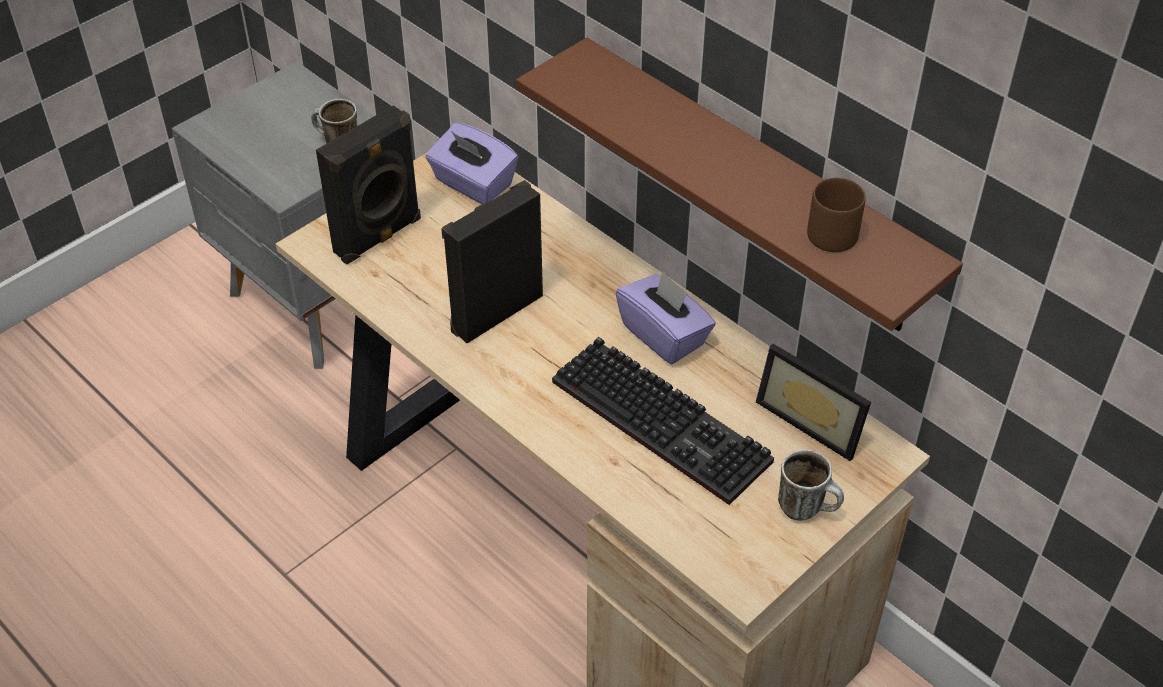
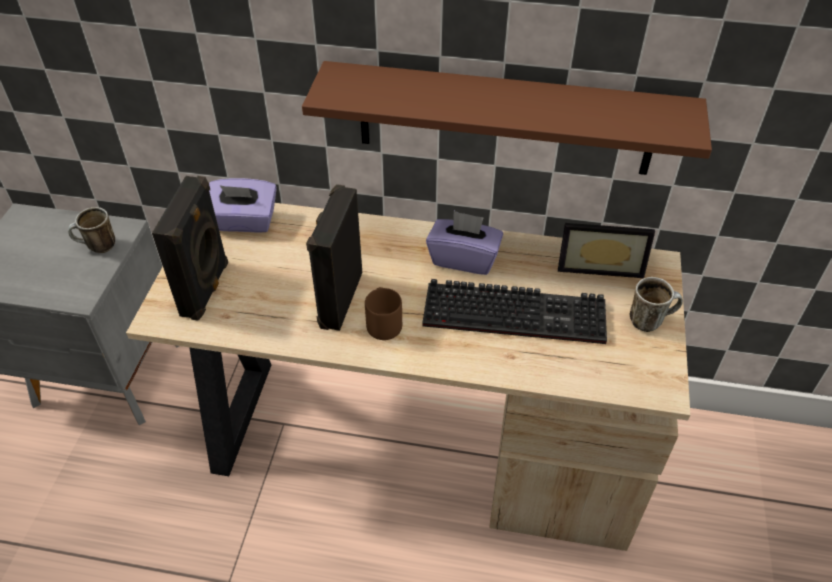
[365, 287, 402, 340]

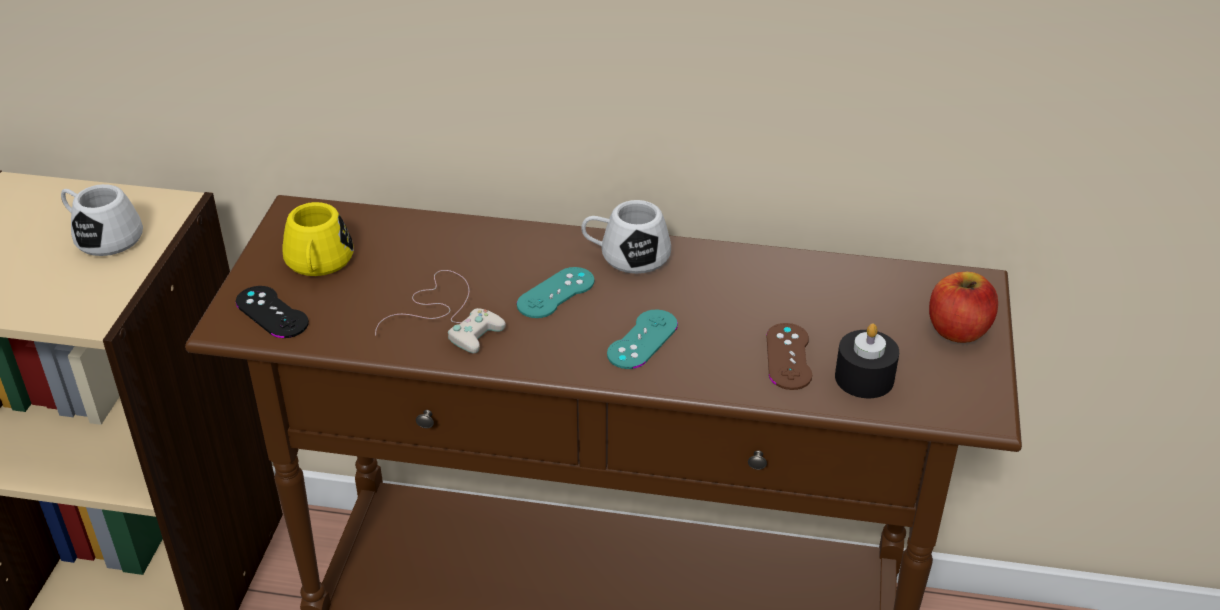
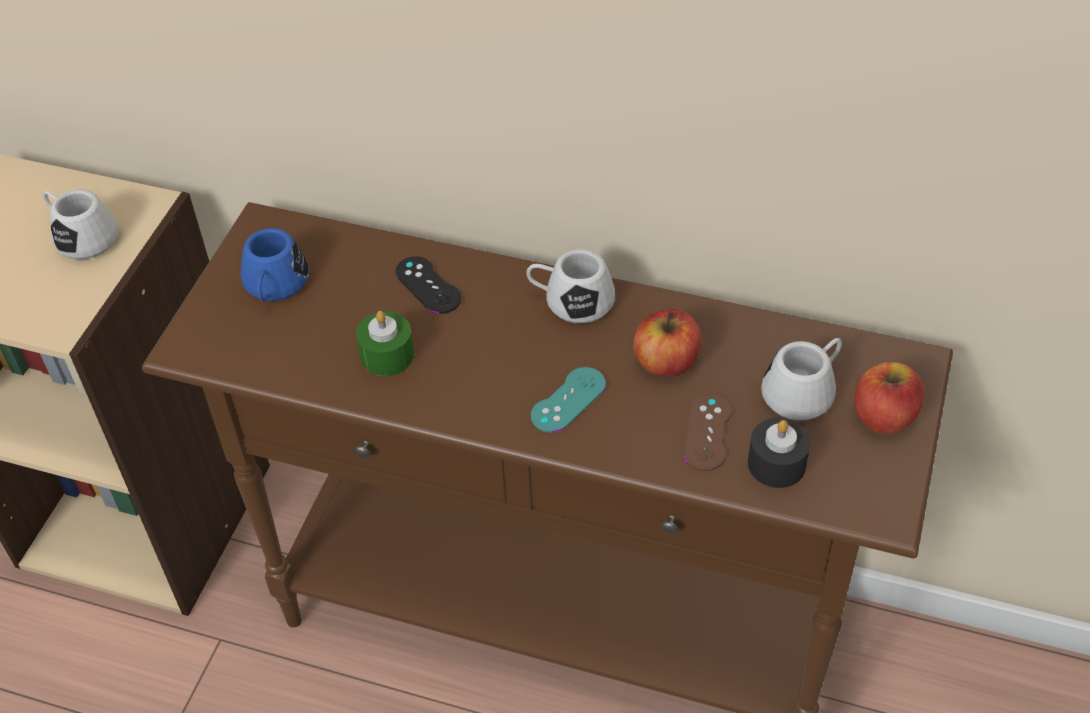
[241, 228, 309, 302]
[516, 267, 594, 318] (first image)
[356, 311, 414, 376]
[395, 256, 461, 314]
[633, 309, 702, 377]
[761, 338, 842, 421]

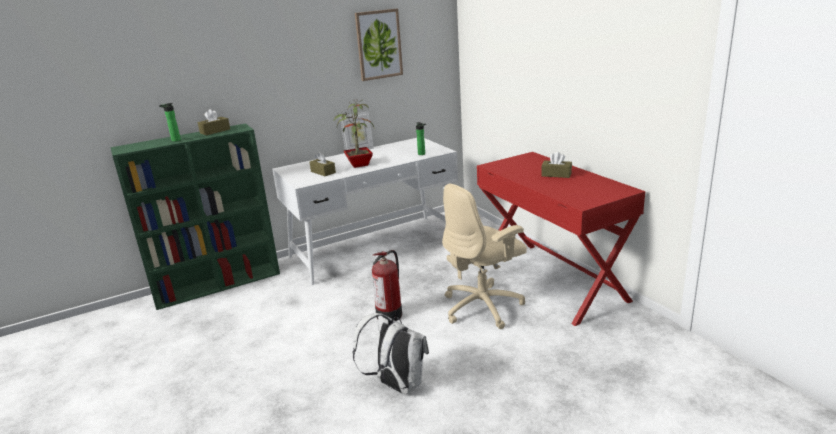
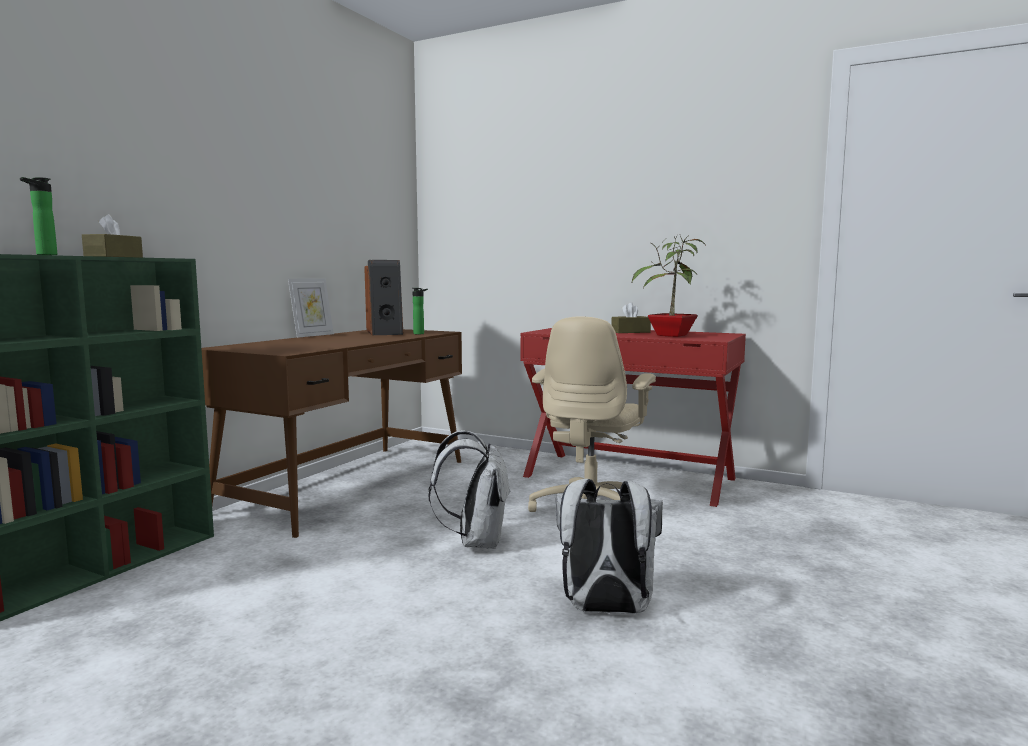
[355, 9, 403, 81] (first image)
[632, 235, 706, 337]
[201, 329, 462, 538]
[310, 152, 336, 176] (first image)
[428, 430, 510, 549]
[364, 260, 403, 335]

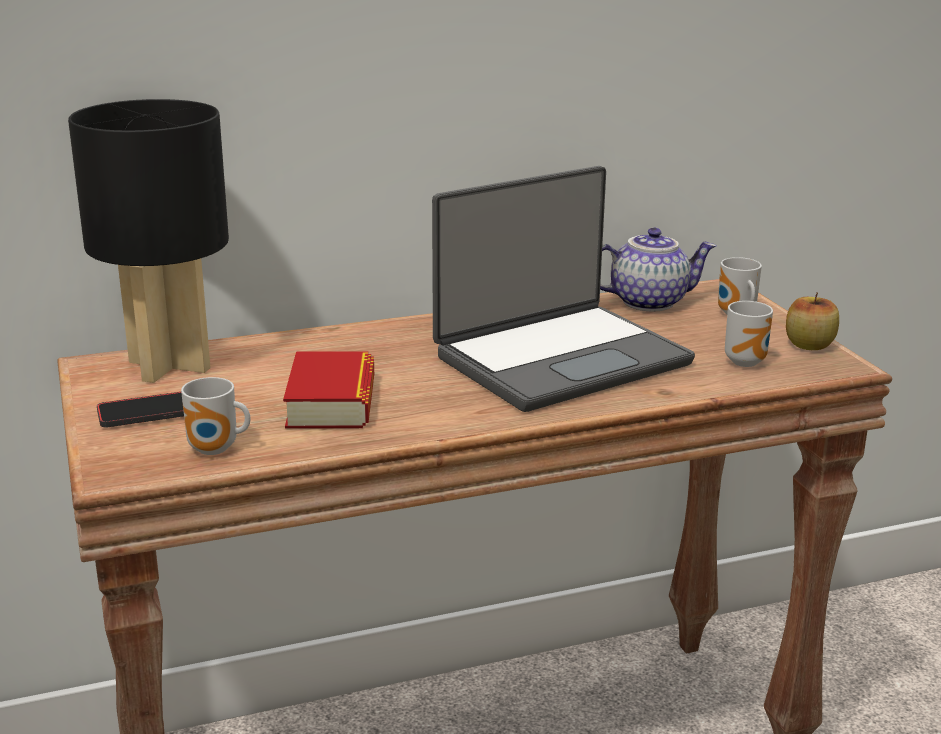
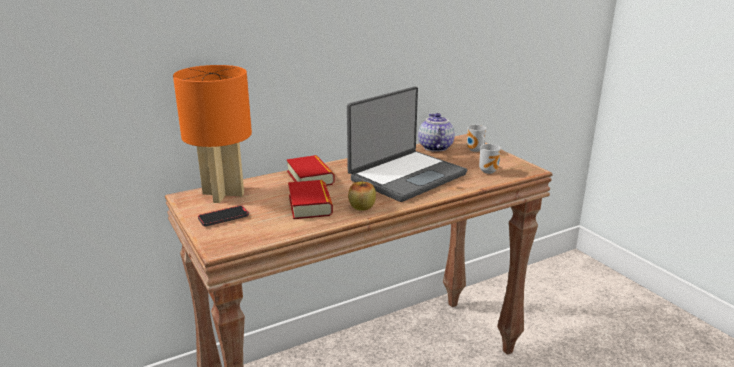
[173, 65, 252, 203]
[418, 113, 455, 152]
[348, 180, 376, 211]
[181, 377, 250, 455] (first image)
[286, 155, 335, 186]

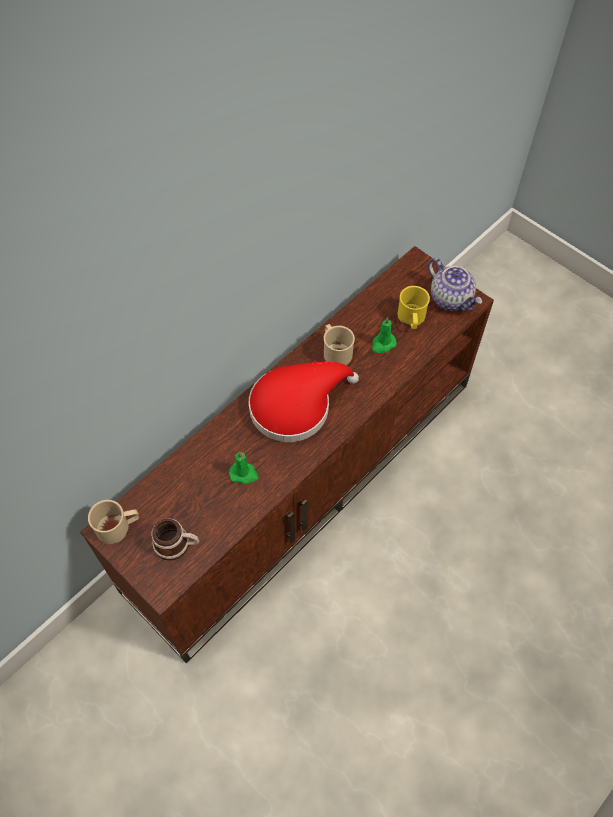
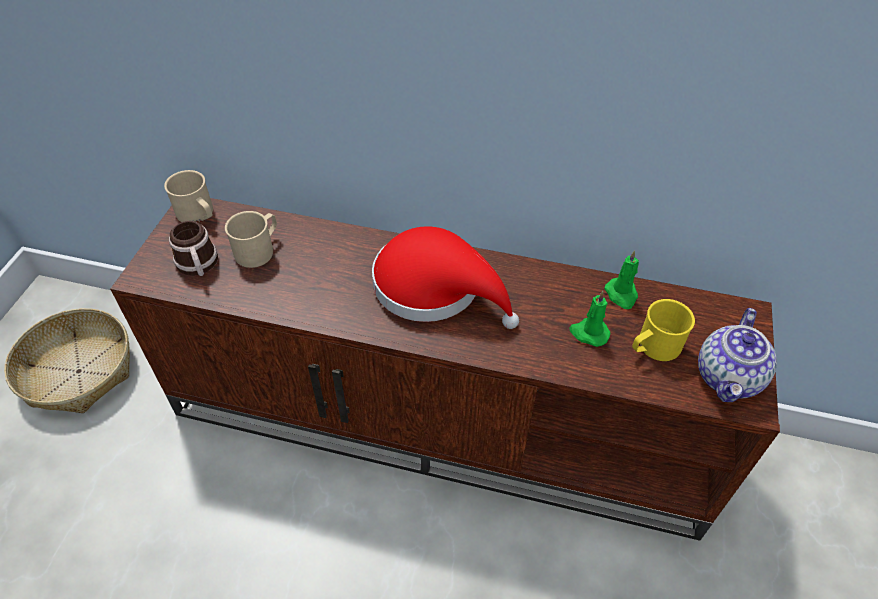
[225, 211, 277, 268]
[604, 250, 639, 309]
[4, 308, 130, 413]

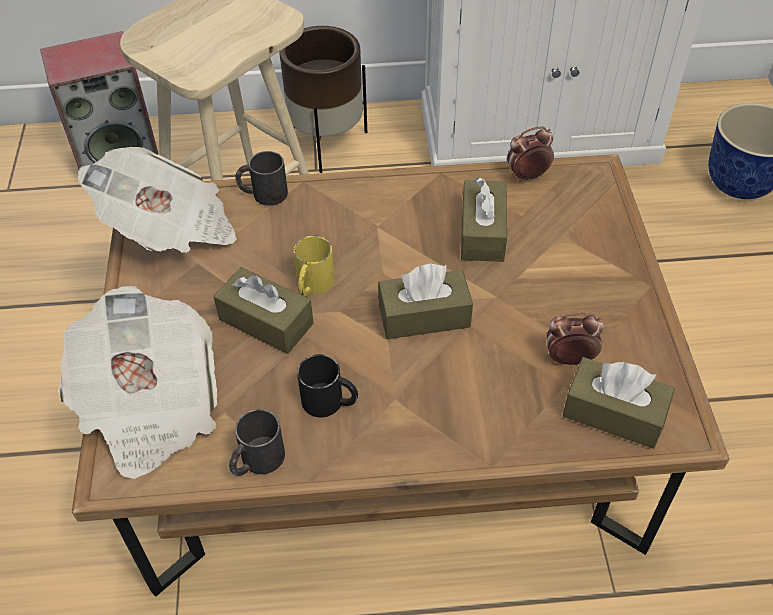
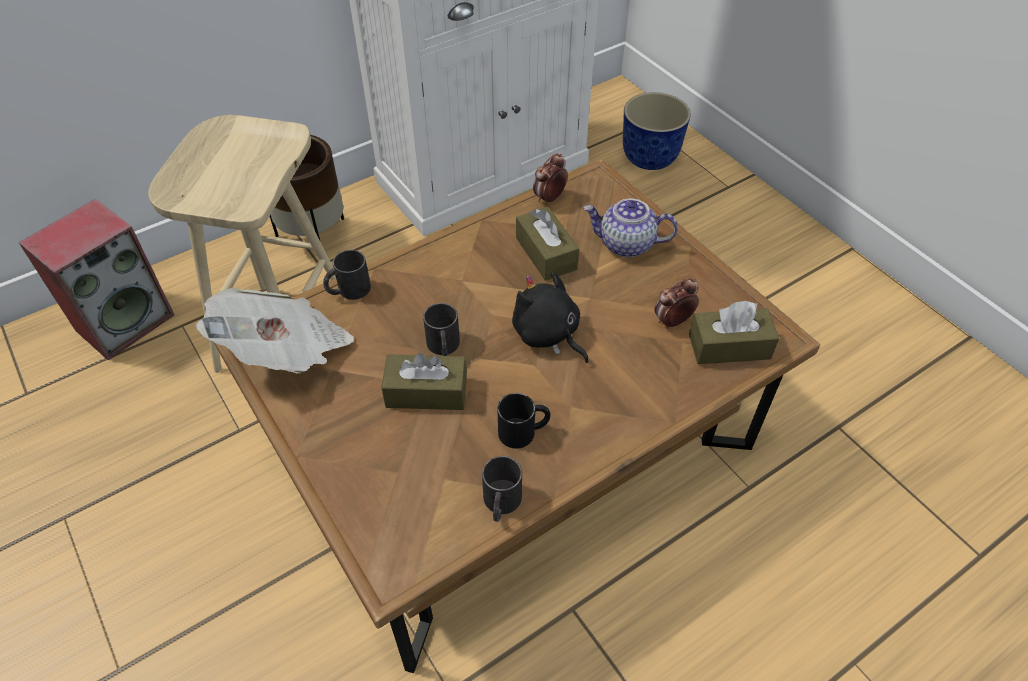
[423, 303, 460, 356]
[512, 271, 588, 363]
[58, 286, 217, 479] (first image)
[583, 198, 678, 257]

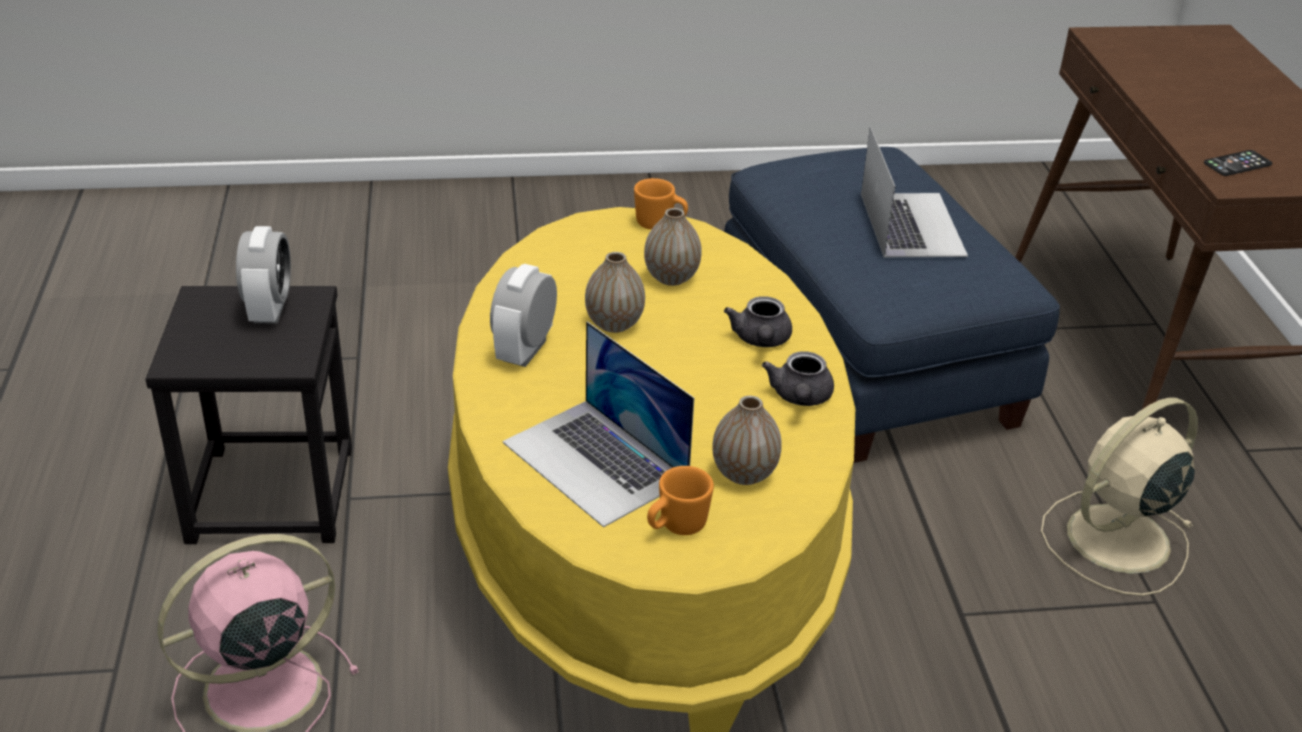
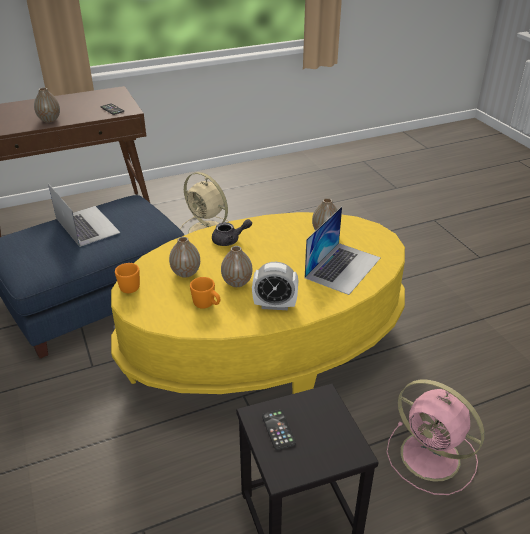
[48, 184, 120, 247]
[262, 410, 296, 450]
[762, 351, 834, 406] (first image)
[190, 277, 220, 309]
[34, 88, 60, 123]

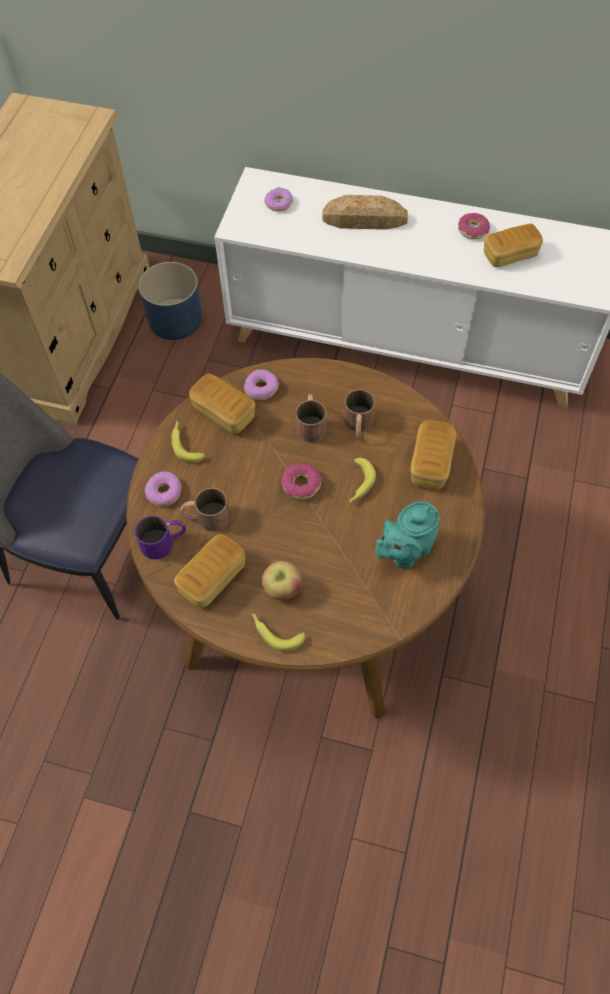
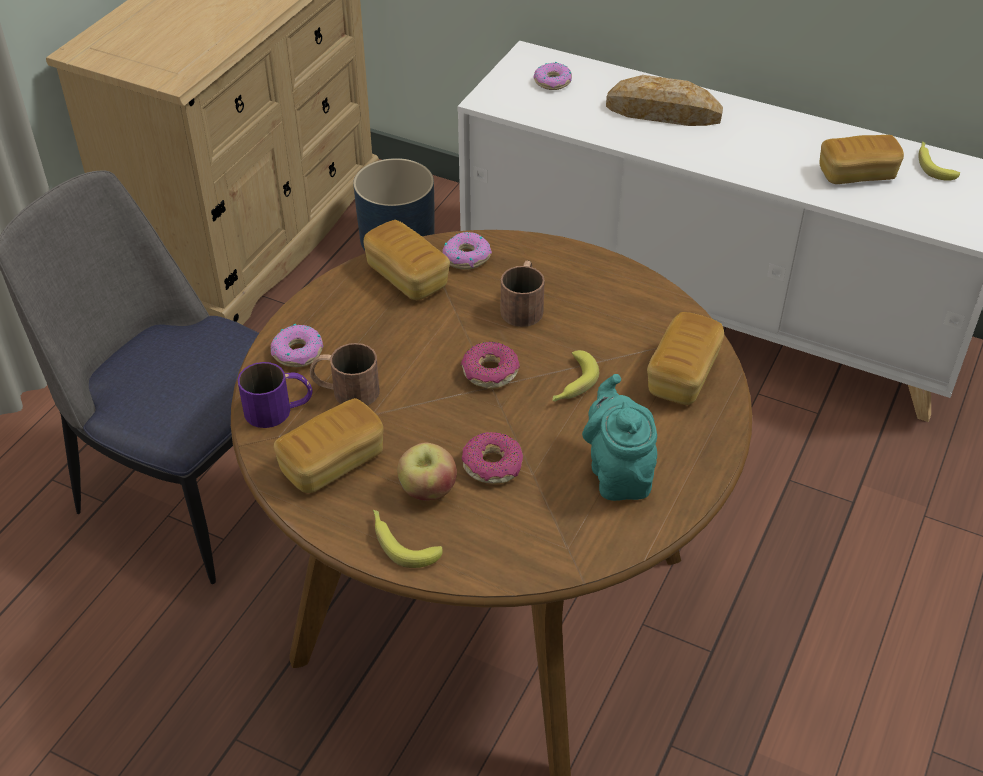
[462, 432, 523, 484]
[344, 389, 375, 439] (first image)
[918, 141, 960, 181]
[582, 374, 657, 501]

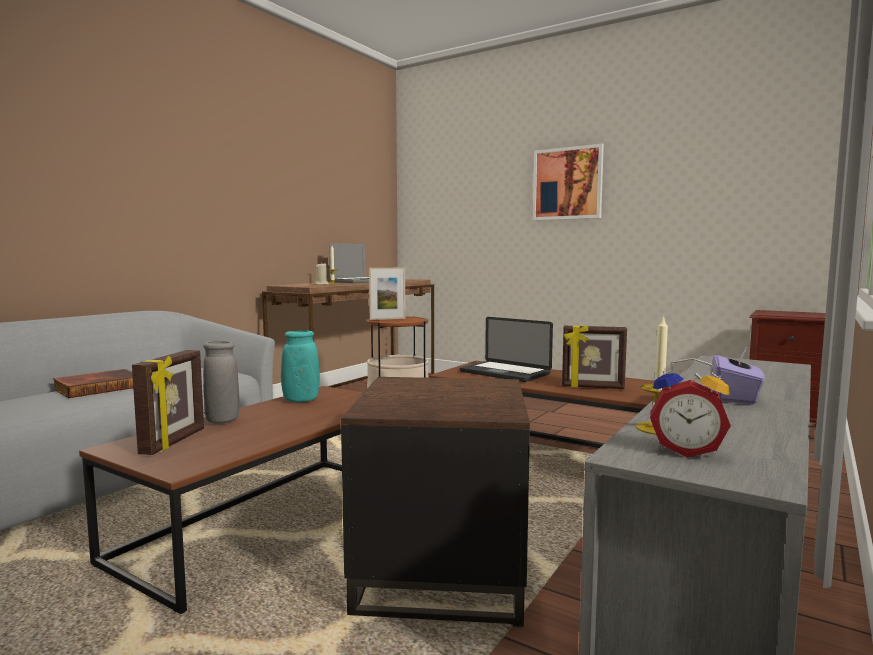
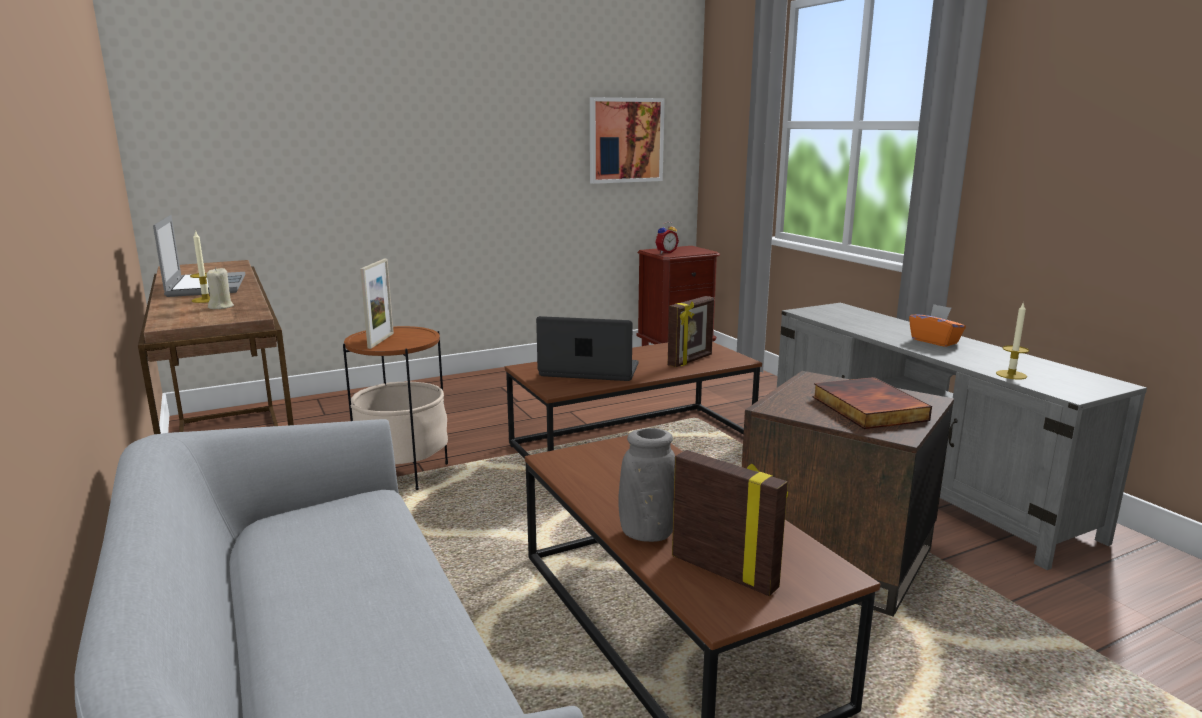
[590, 97, 665, 184]
[536, 316, 638, 381]
[281, 331, 320, 402] (first image)
[909, 304, 966, 347]
[655, 222, 679, 254]
[813, 377, 932, 429]

